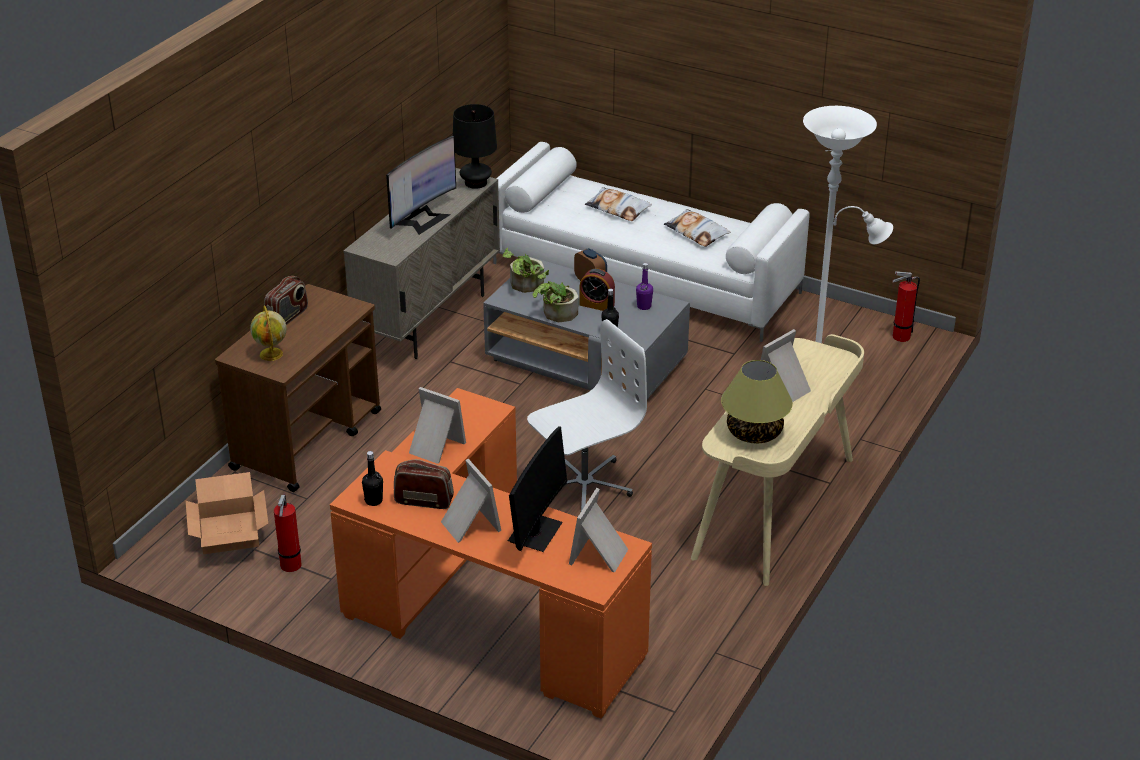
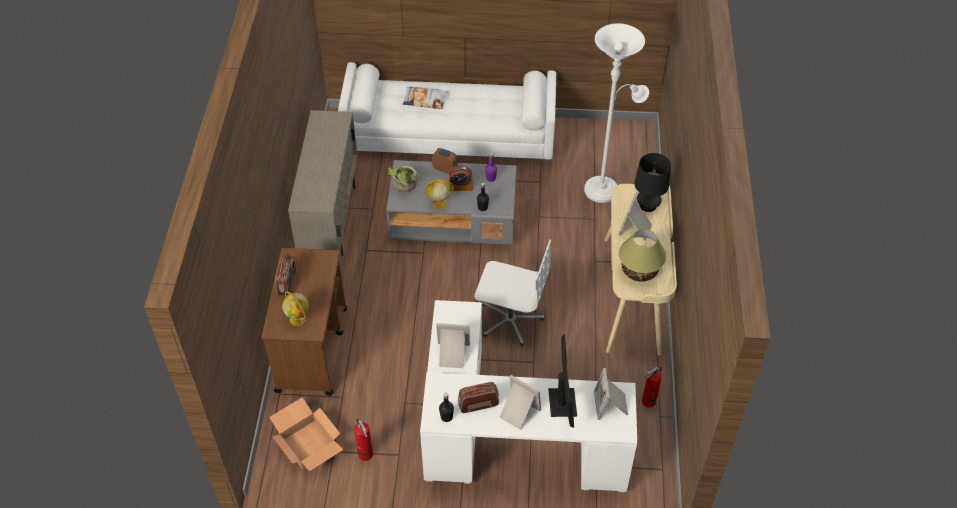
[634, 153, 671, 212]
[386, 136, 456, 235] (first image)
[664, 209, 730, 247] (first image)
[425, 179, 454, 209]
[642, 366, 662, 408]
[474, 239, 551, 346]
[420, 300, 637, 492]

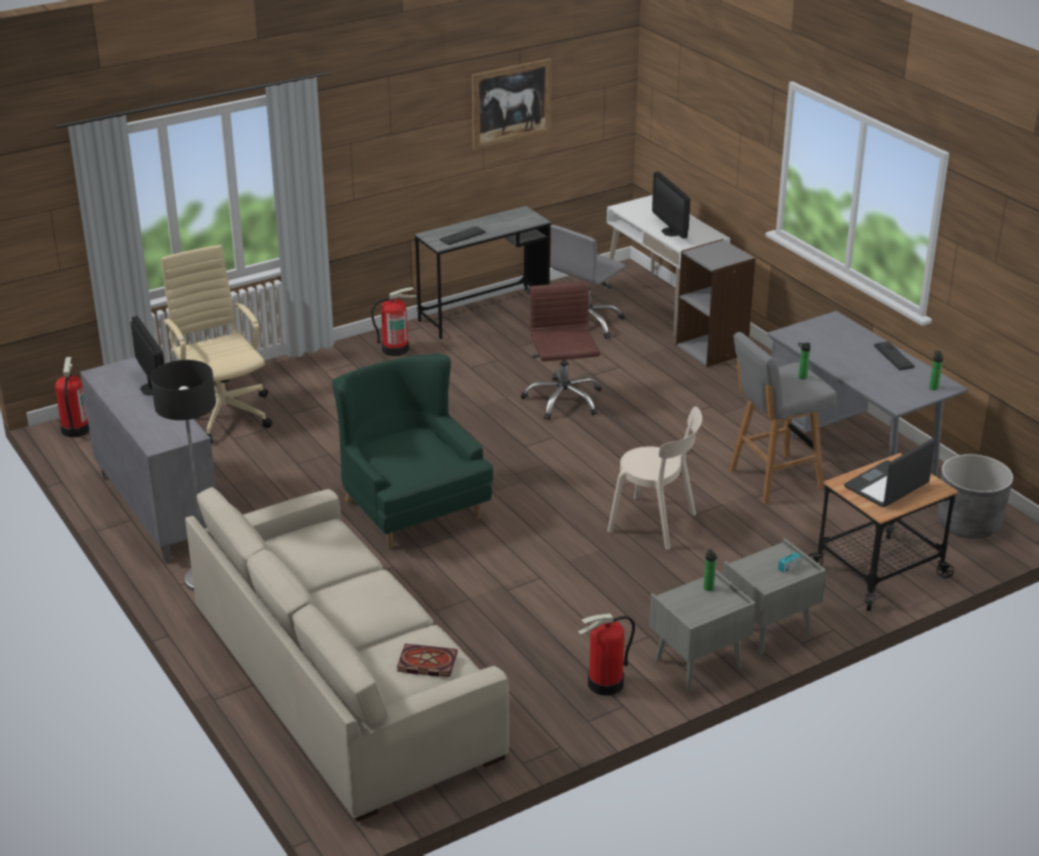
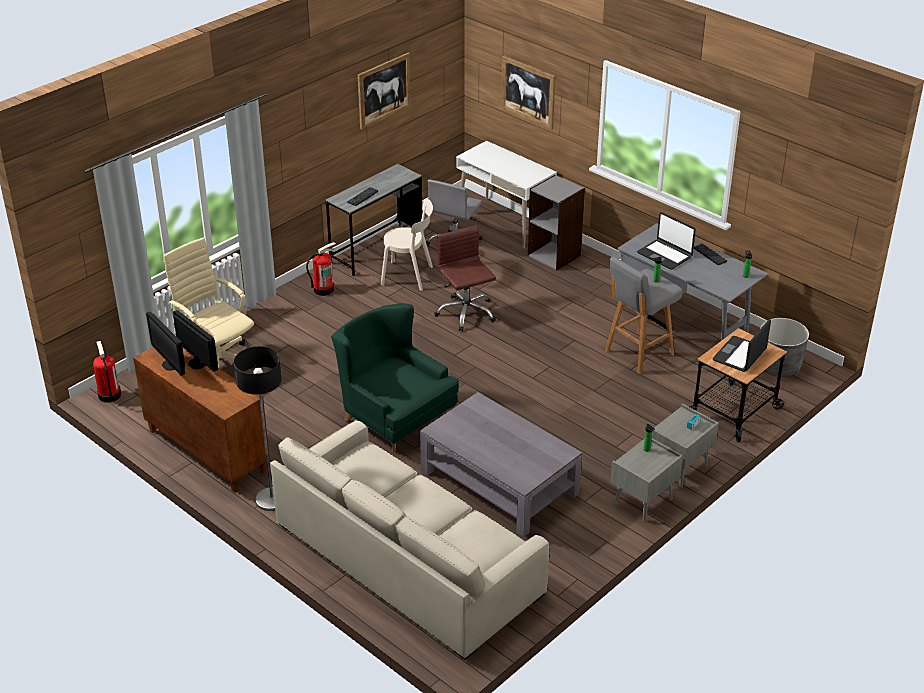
[146, 311, 185, 376]
[133, 347, 270, 493]
[381, 198, 433, 291]
[578, 613, 635, 696] (first image)
[397, 644, 457, 677] (first image)
[501, 55, 555, 130]
[637, 212, 696, 269]
[420, 392, 582, 537]

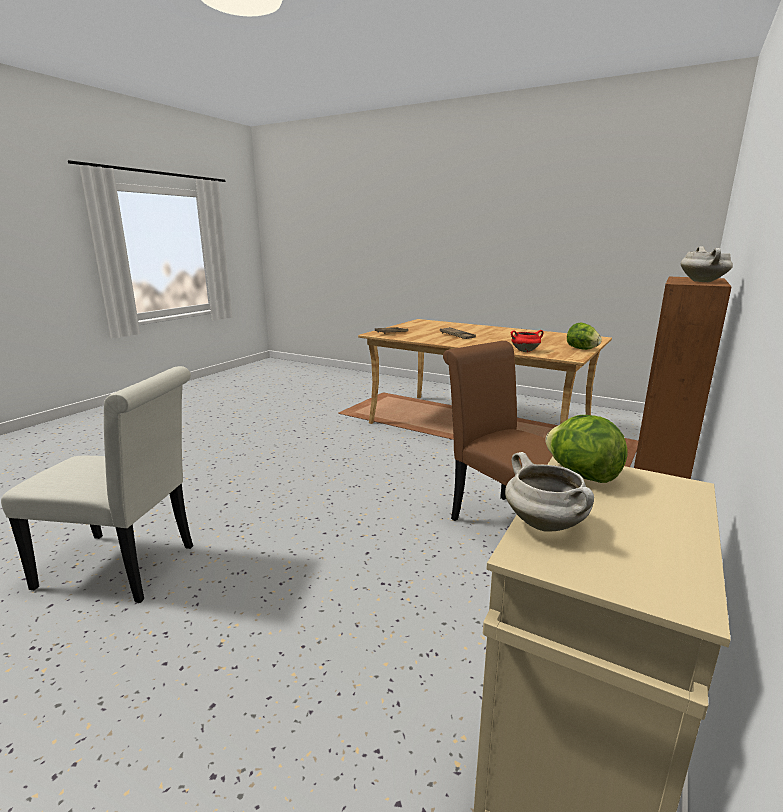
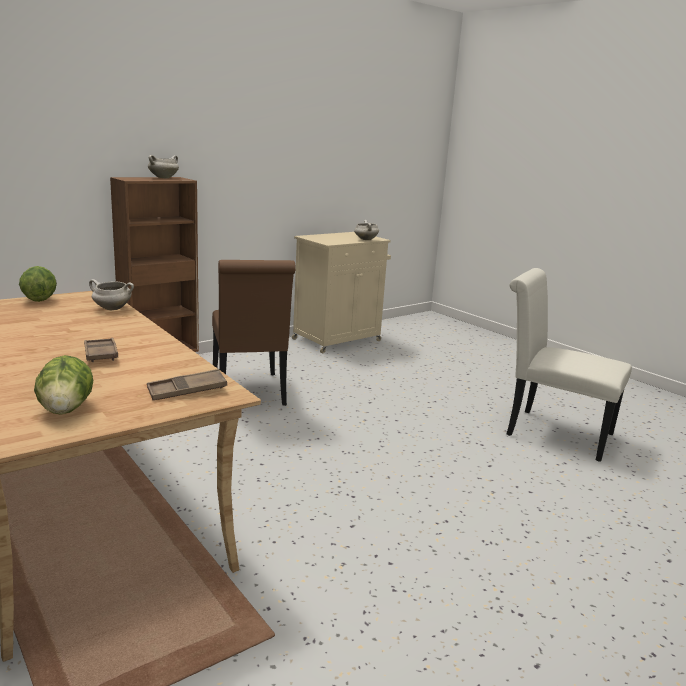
[89, 279, 134, 310]
[34, 355, 93, 415]

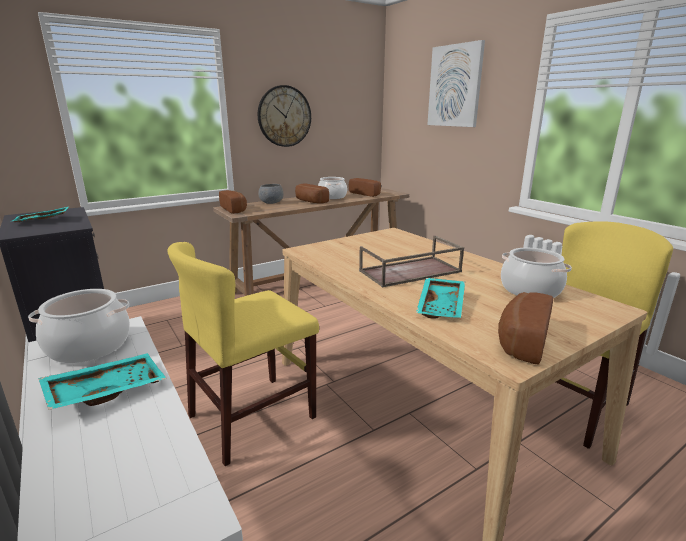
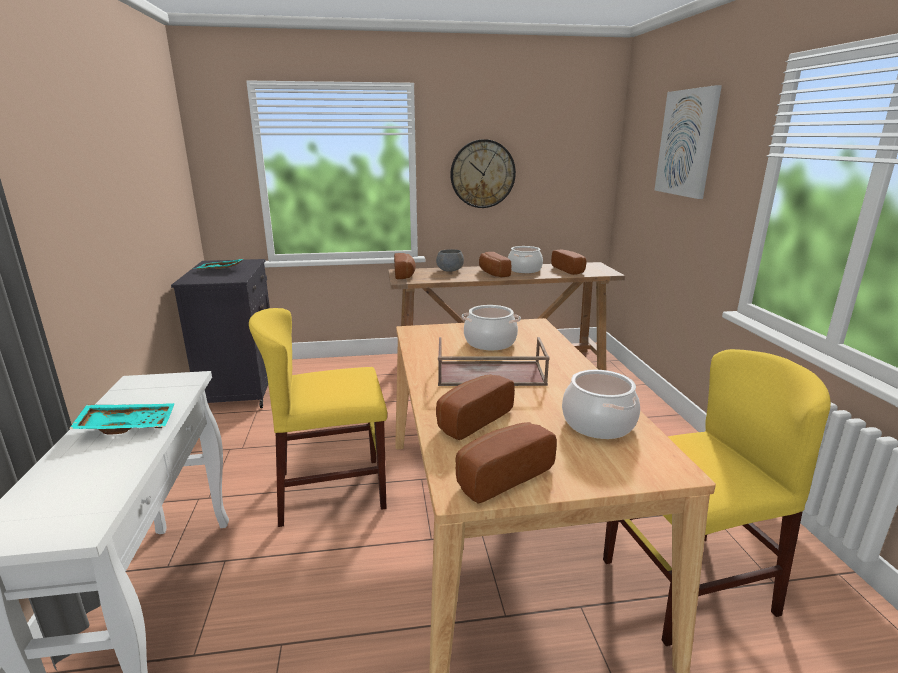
[436, 374, 515, 440]
[462, 305, 521, 350]

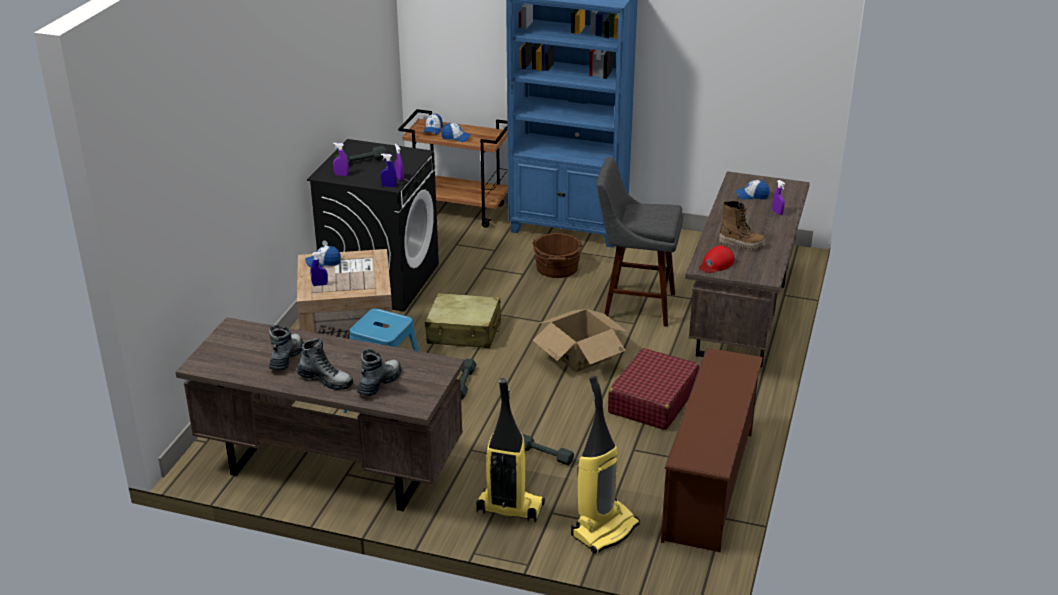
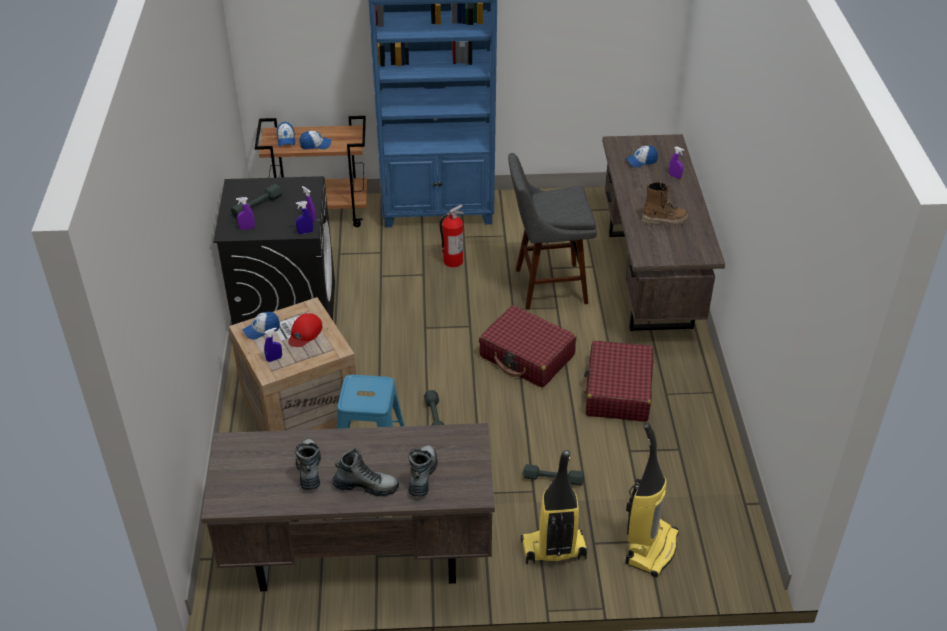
[440, 204, 464, 267]
[288, 313, 322, 347]
[425, 293, 501, 348] (first image)
[479, 305, 576, 388]
[661, 348, 763, 552] (first image)

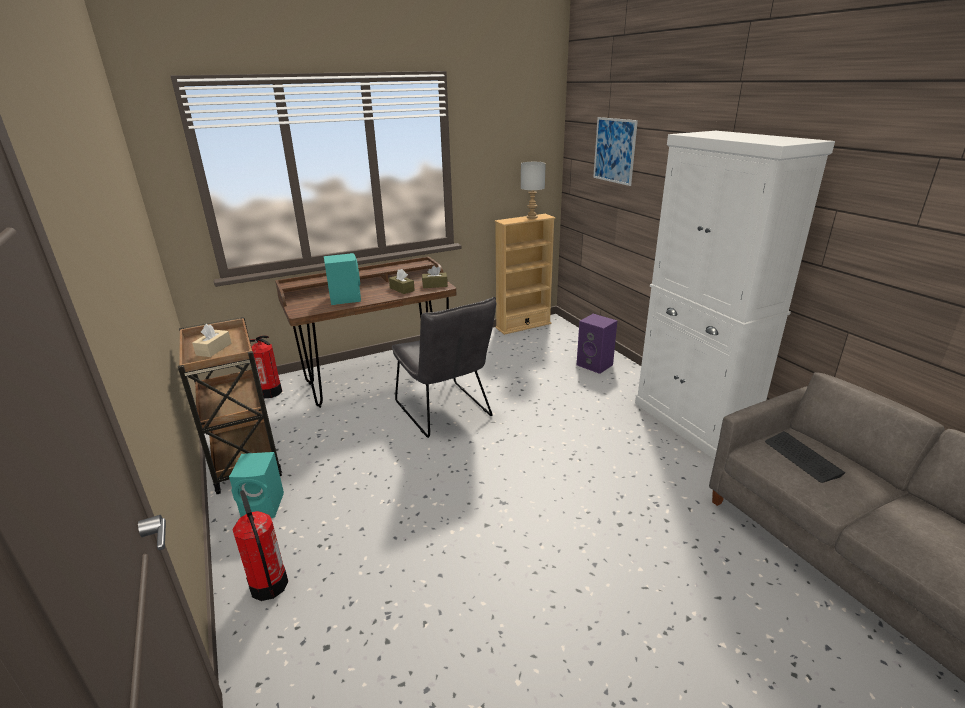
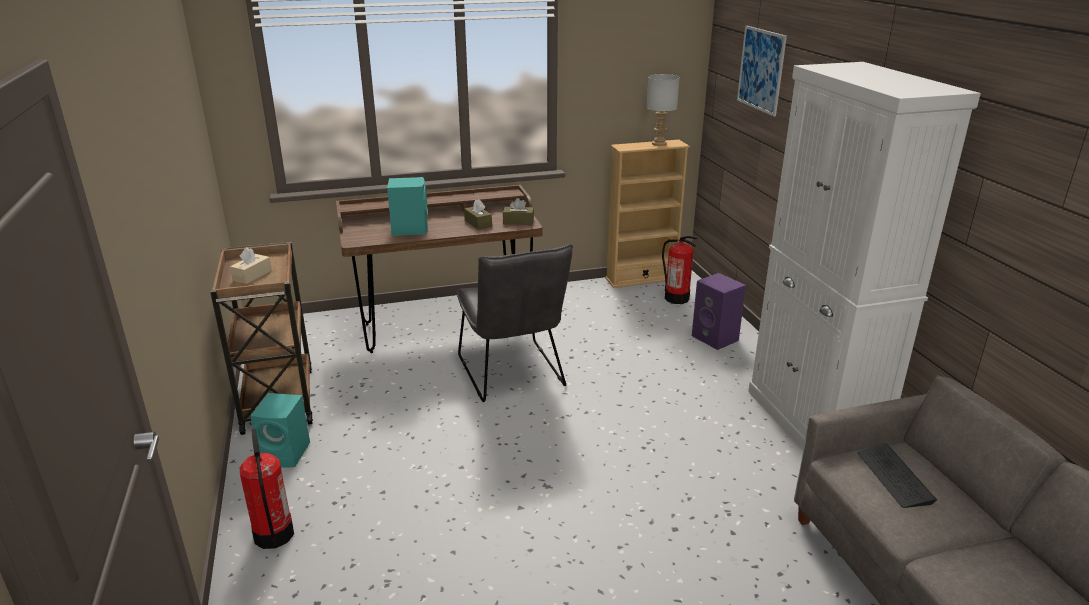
[662, 236, 698, 304]

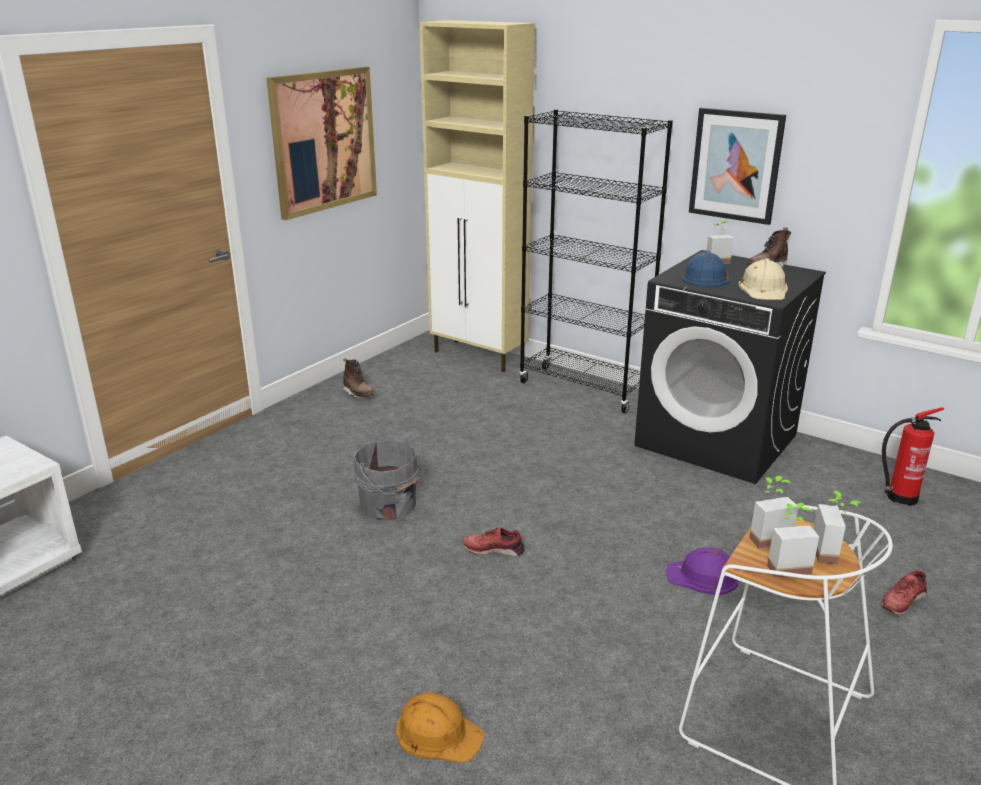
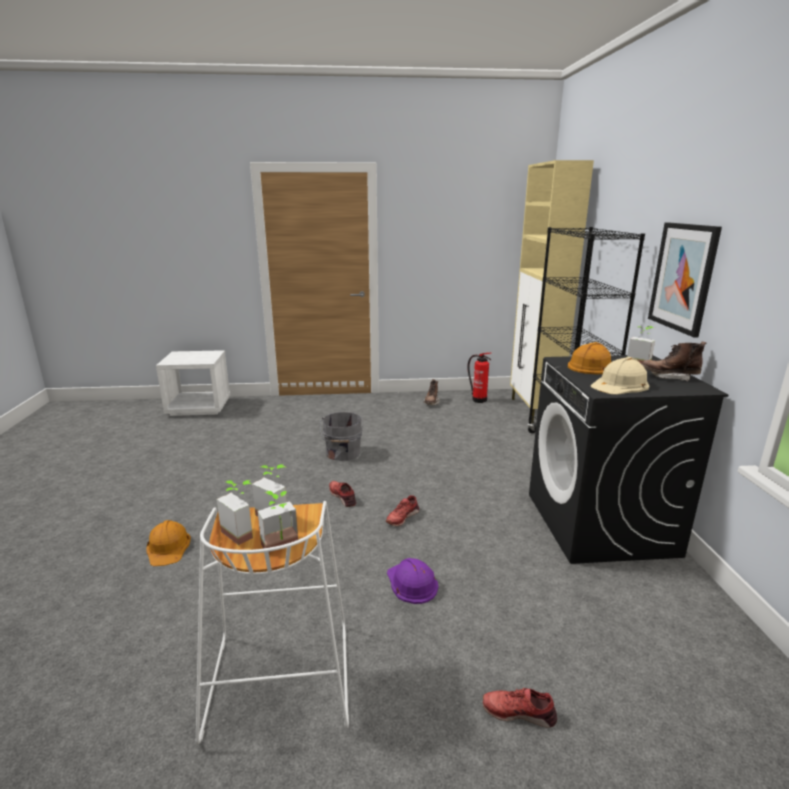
[266, 67, 377, 220] (first image)
[568, 342, 611, 374]
[467, 353, 491, 403]
[386, 495, 419, 526]

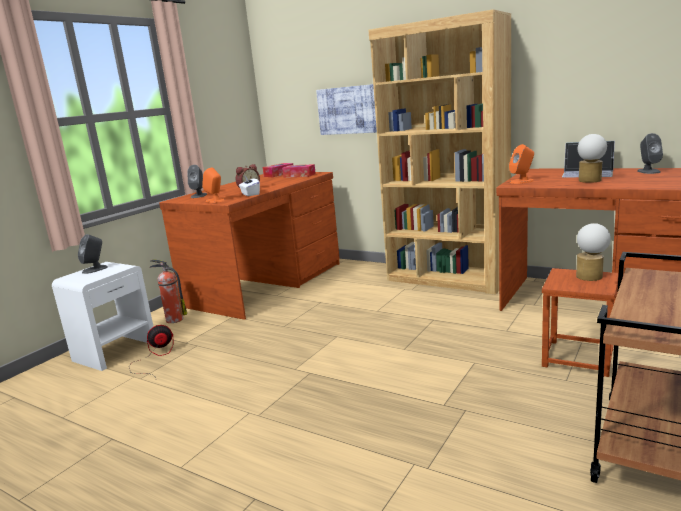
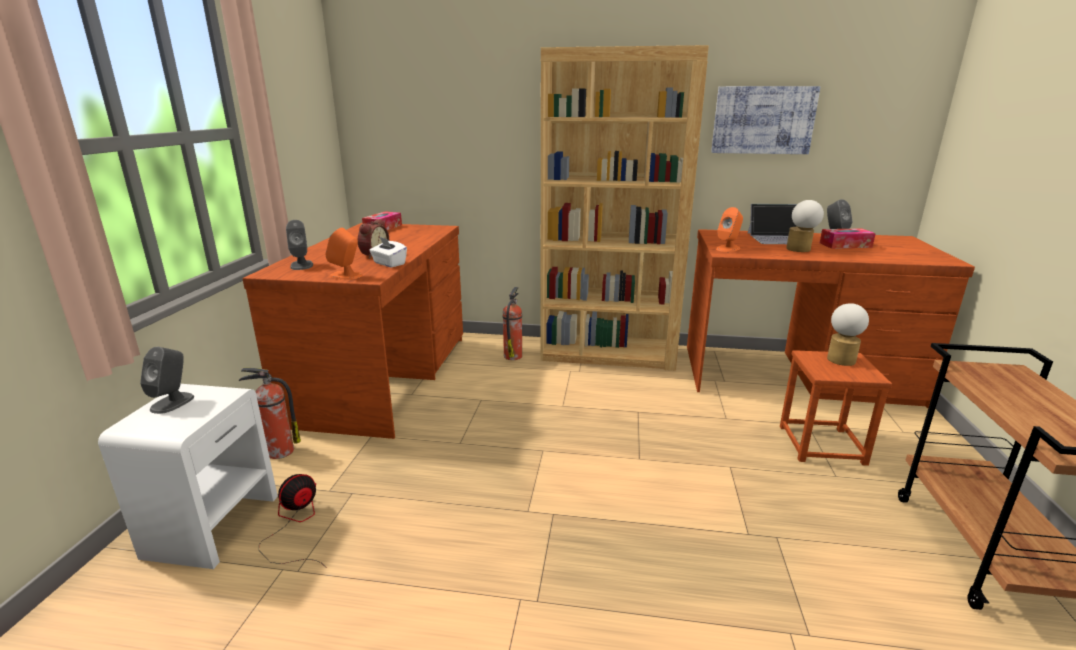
[711, 86, 820, 154]
[820, 228, 876, 249]
[503, 287, 522, 360]

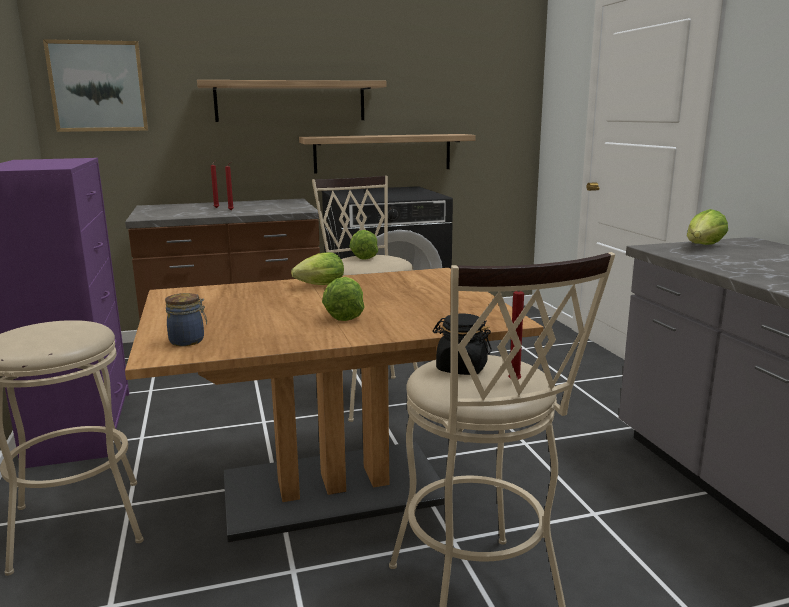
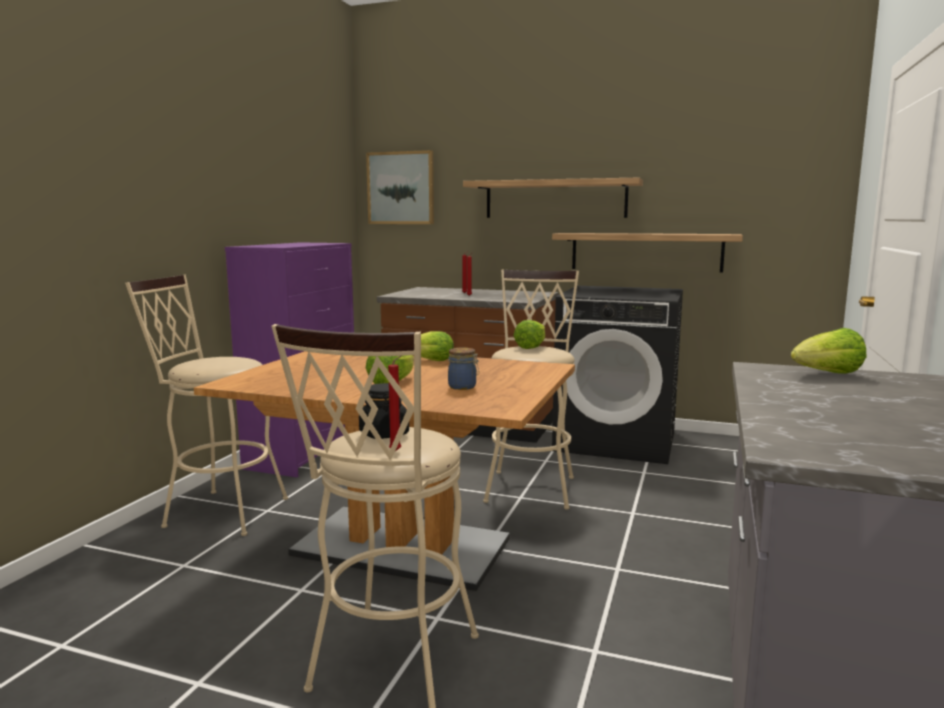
[448, 347, 479, 390]

